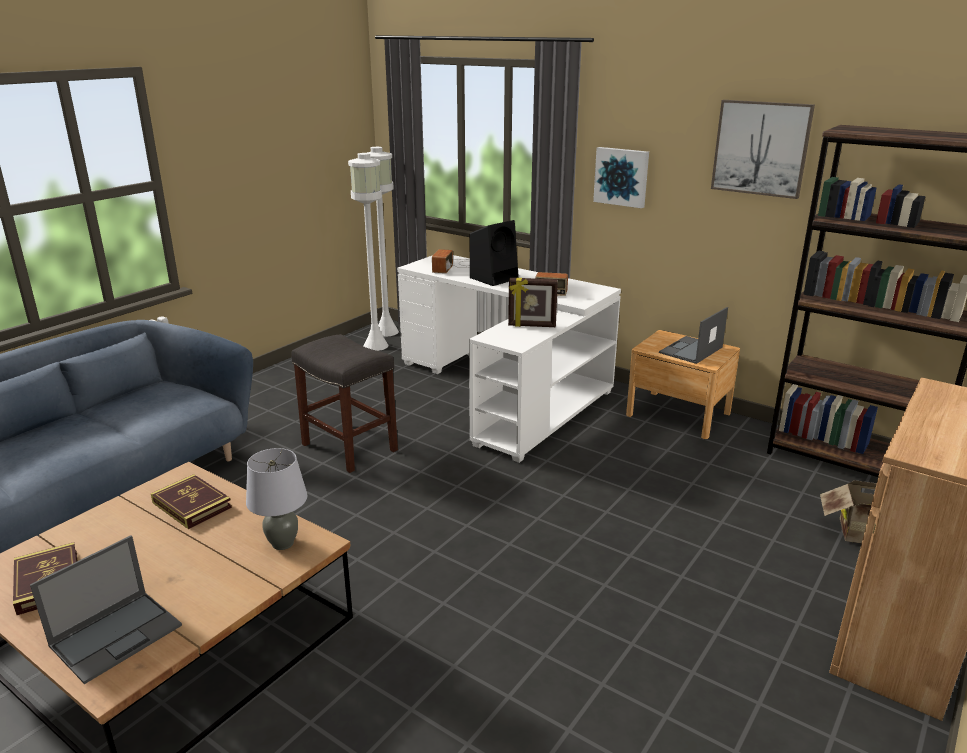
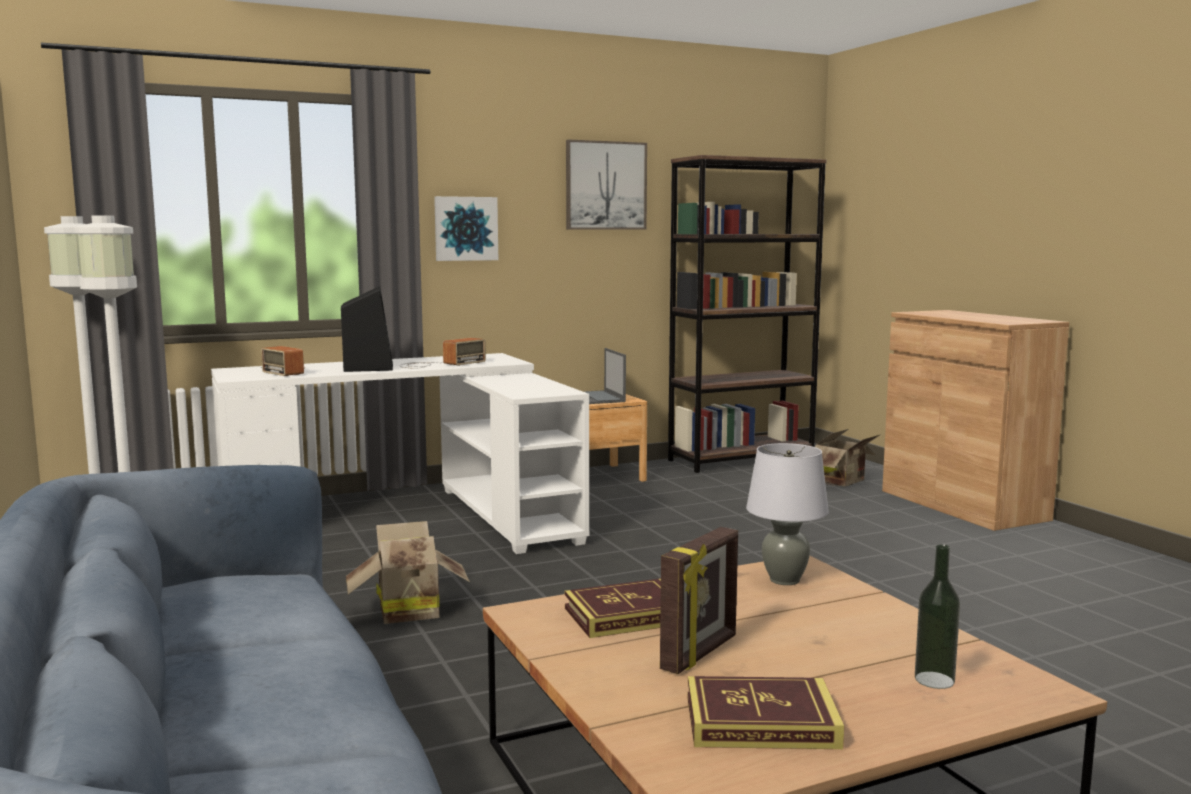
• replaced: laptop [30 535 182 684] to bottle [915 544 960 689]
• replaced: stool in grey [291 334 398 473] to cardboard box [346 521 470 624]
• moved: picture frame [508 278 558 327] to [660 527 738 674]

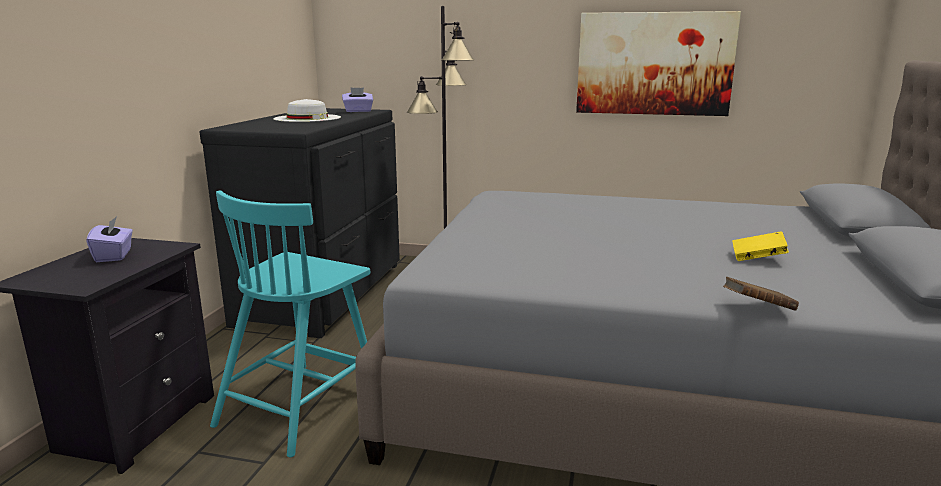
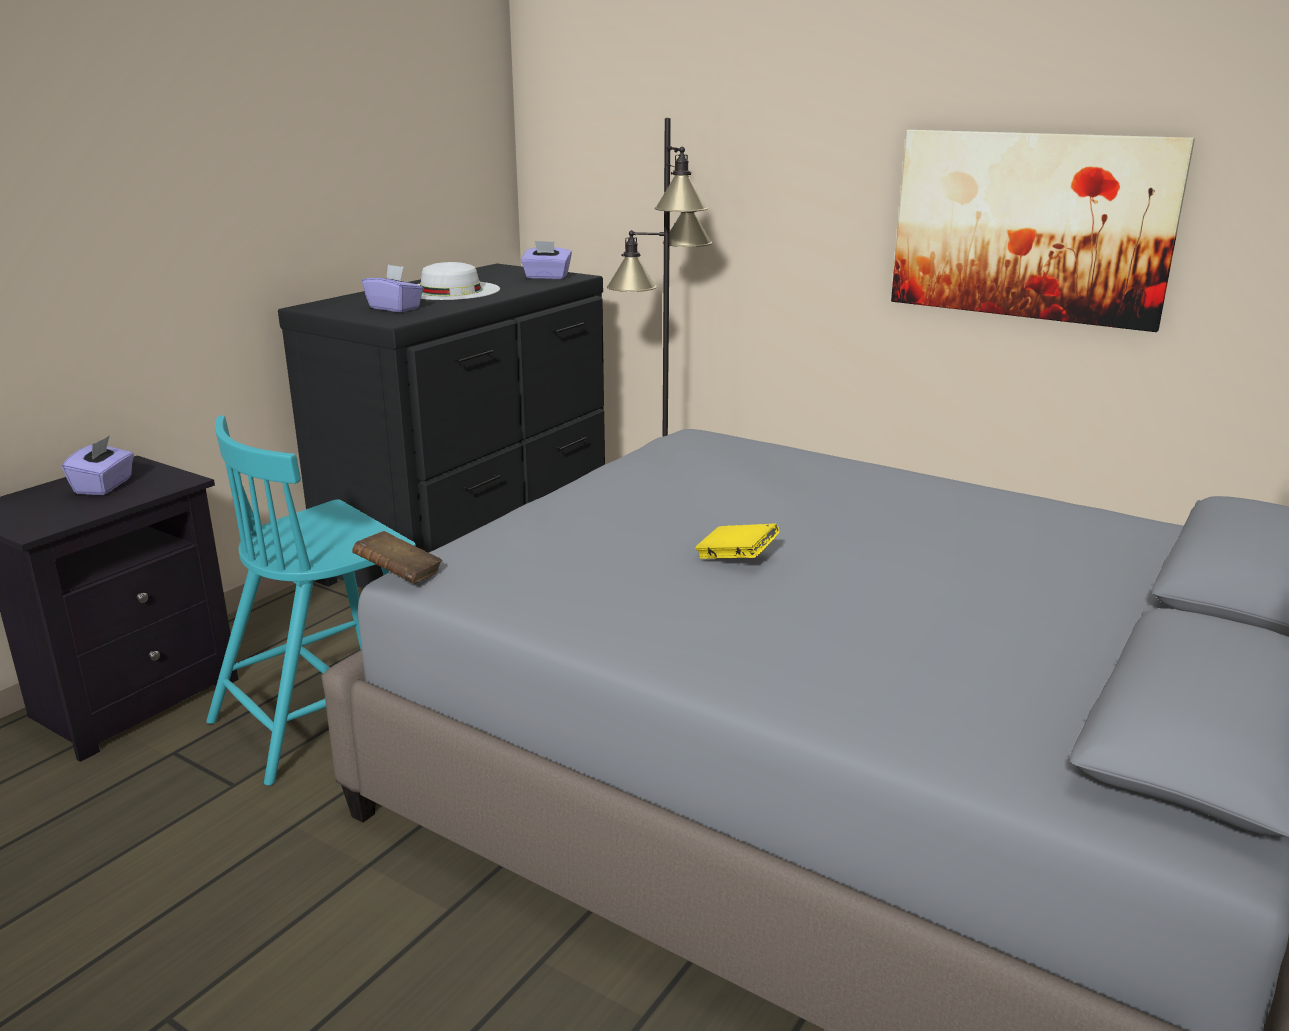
• moved: book in brown [723 277 799 311] to [352 531 442 583]
• moved: book in yellow [732 231 789 261] to [695 523 779 559]
• added: tissue box in purple [362 265 424 312]

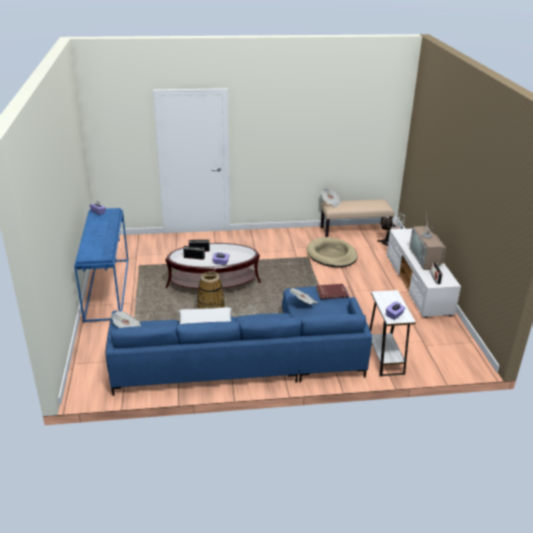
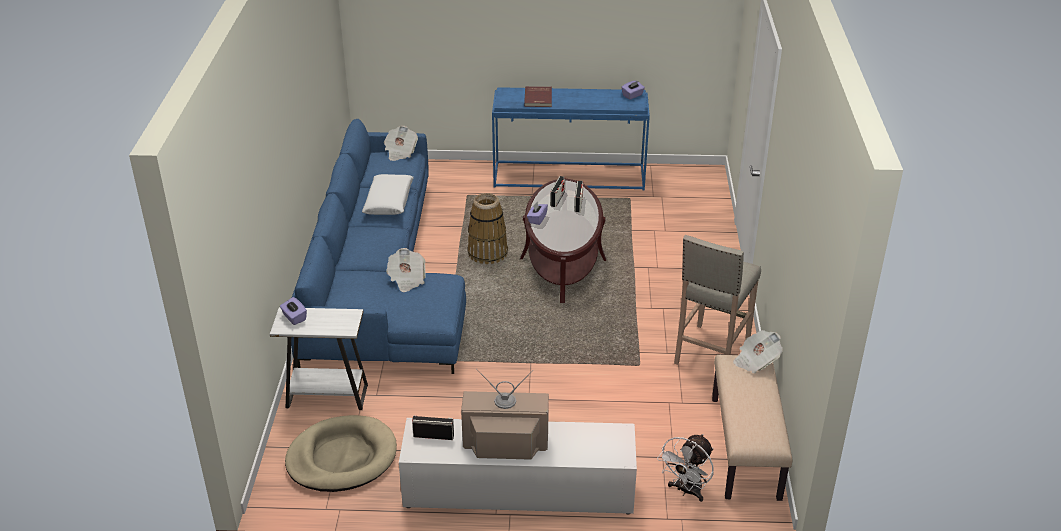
• moved: dog bed in beige [307 237 358 267] to [285 415 397 492]
• moved: book in red [316 284 348 299] to [524 86 552 107]
• added: stool in beige [674 235 761 365]

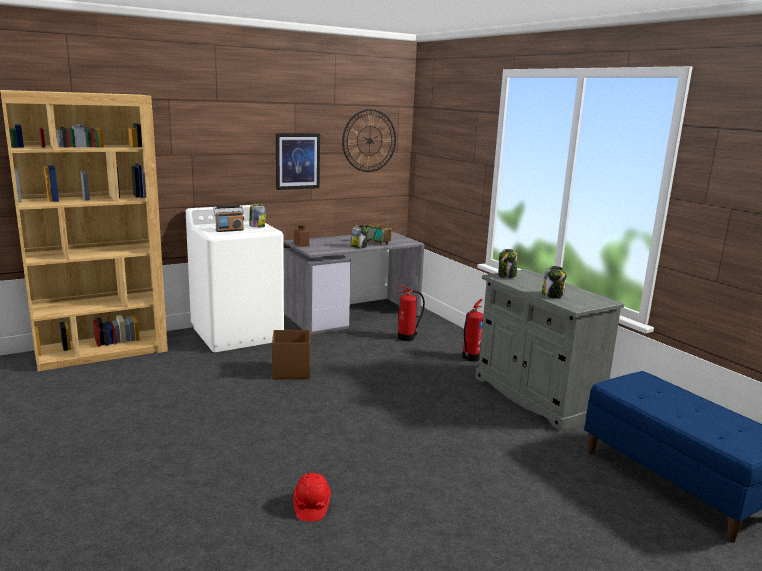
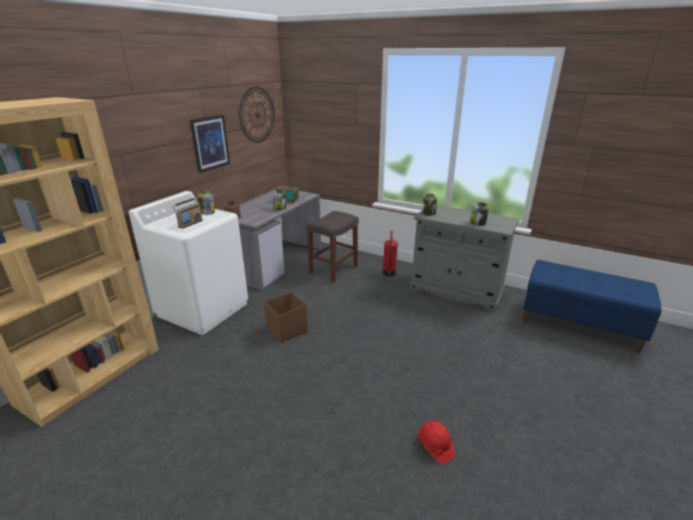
• replaced: fire extinguisher [398 286 425 341] to stool in grey [306 211 359 282]

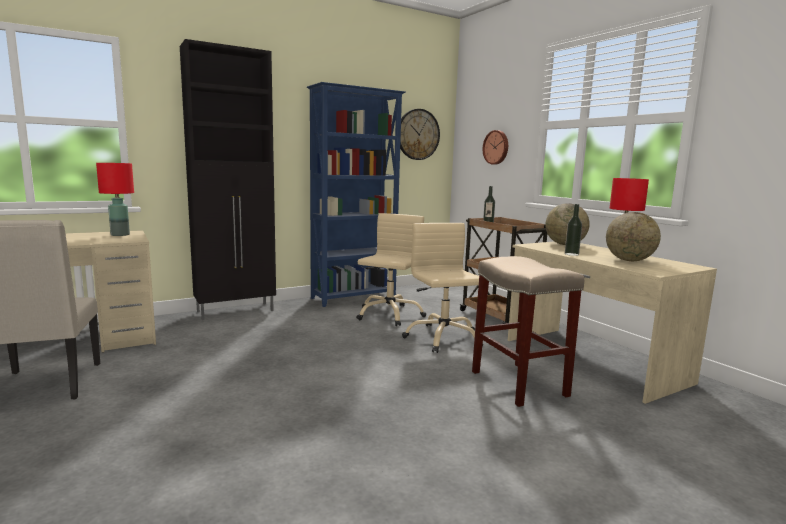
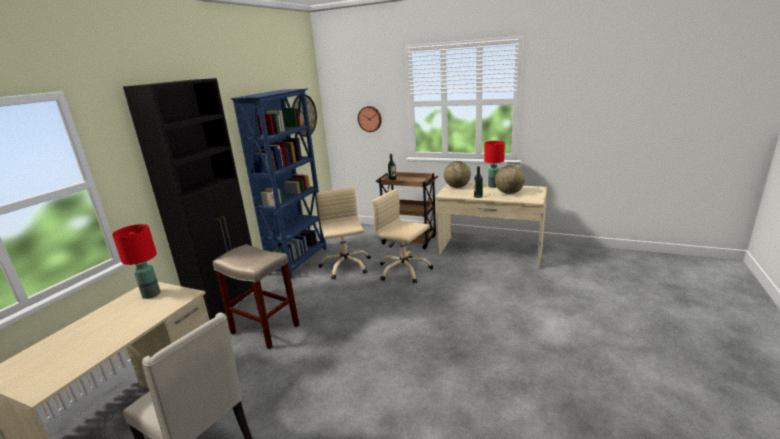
• moved: stool in beige [472 256 584 407] to [213 244 299 349]

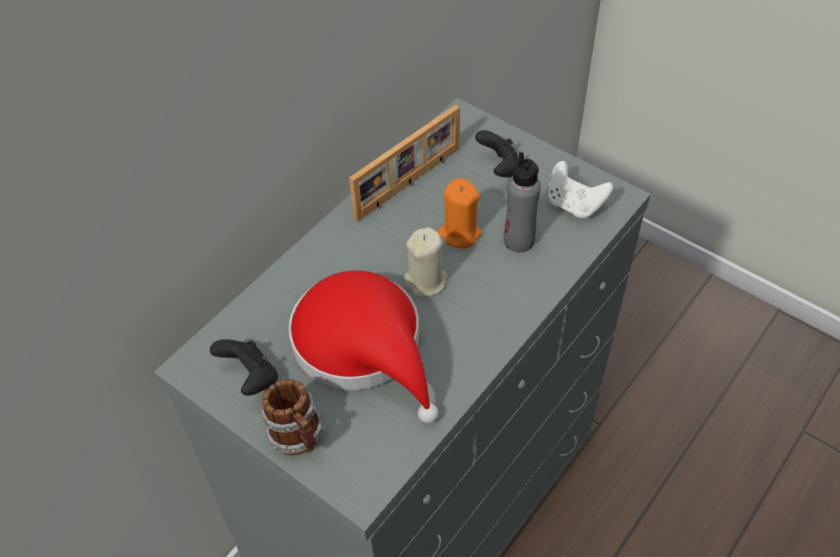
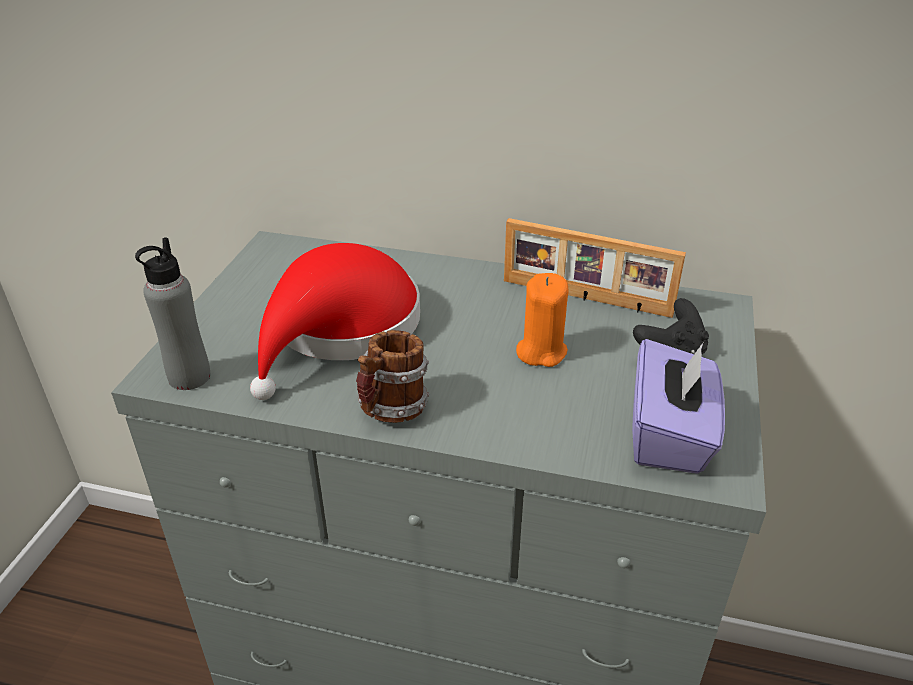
• removed: game controller in black [210 339 278 396]
• moved: mug [260 379 324 455] to [356 330 429 423]
• removed: candle in beige [403 227 447 297]
• moved: bottle in grey [504 152 541 253] to [135 237 211 390]
• replaced: game controller in white [548 161 613 218] to tissue box in purple [632 339 725 474]

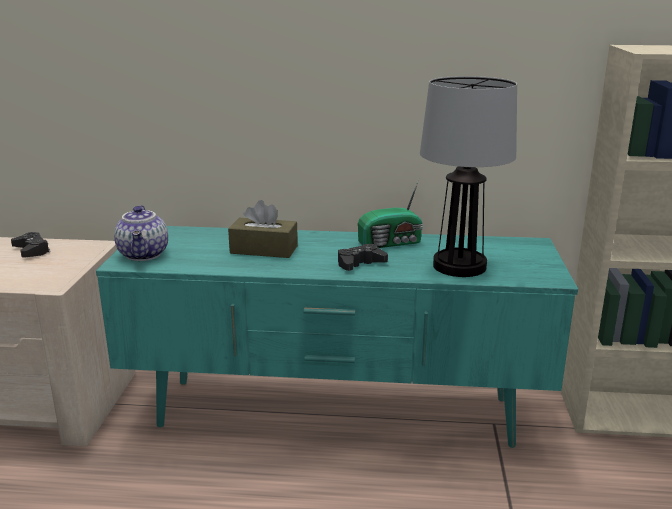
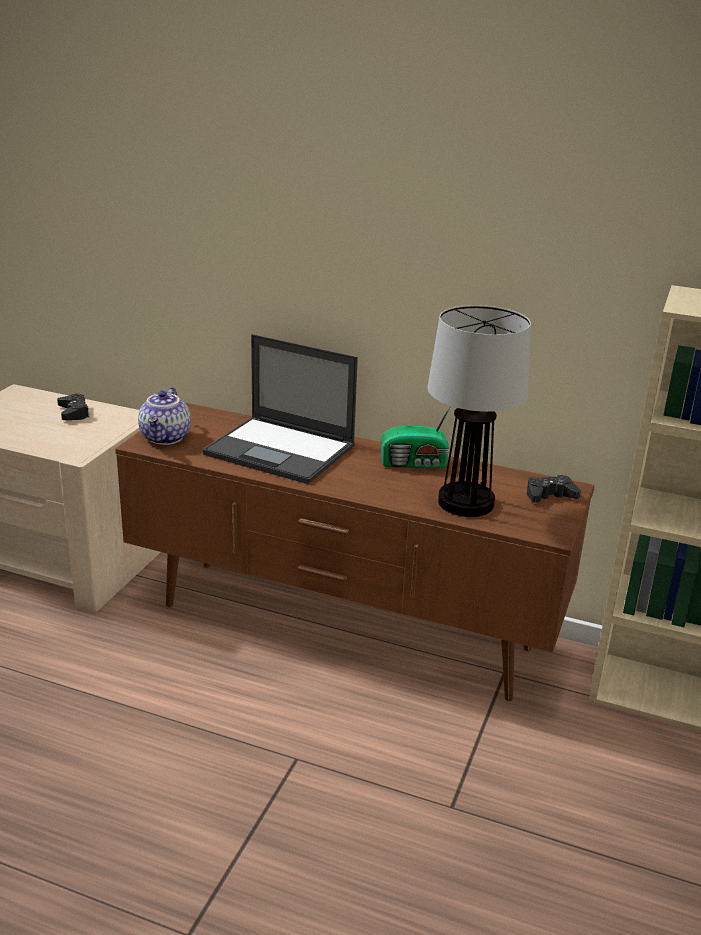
• recoloured: tv stand in turquoise [96 226 578 448] to tv stand in brown [115 402 594 701]
• replaced: tissue box in brown [228 200 298 258] to laptop [202 334 358 484]
• moved: game controller in black [338 244 388 271] to [527 475 581 503]

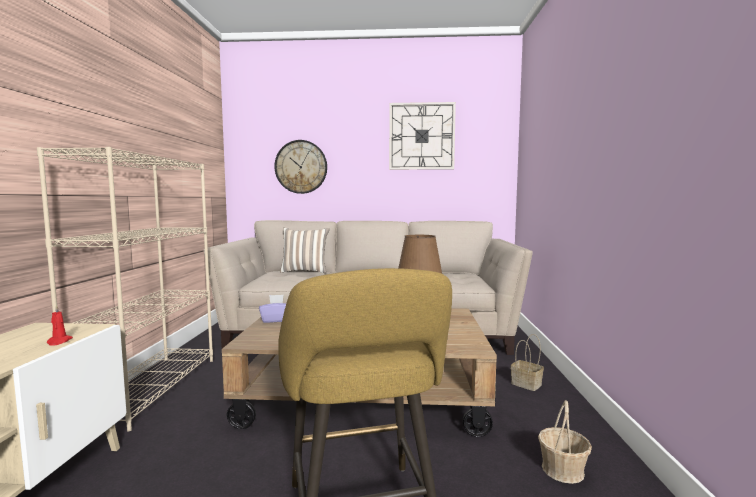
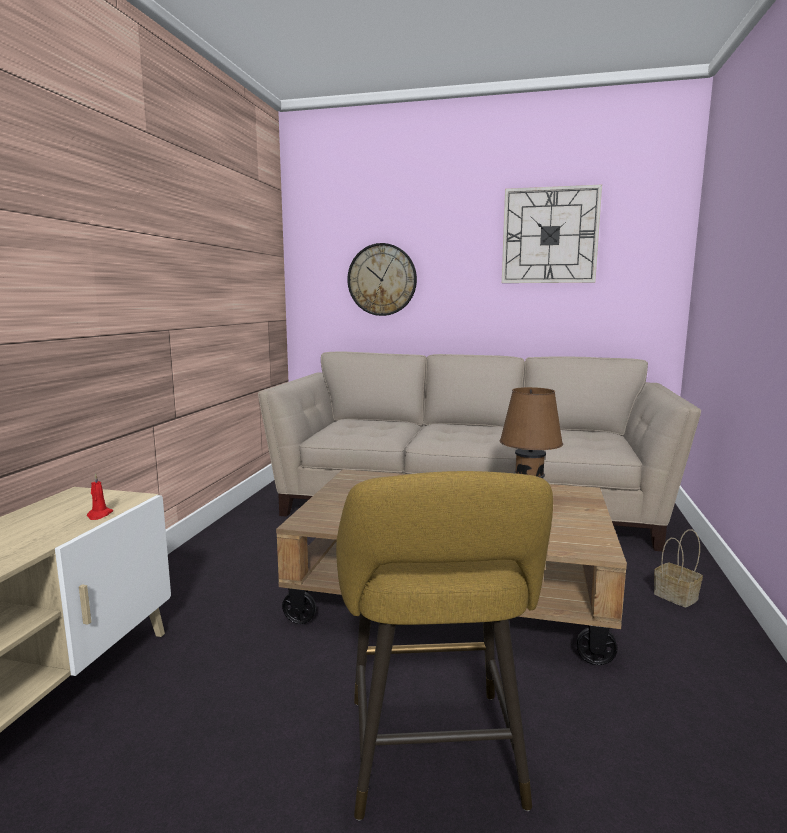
• removed: bookcase in beige [37 147 213 431]
• removed: tissue box in purple [259 294 286 323]
• removed: pillow [280 228 330 273]
• removed: basket [538 400 592 484]

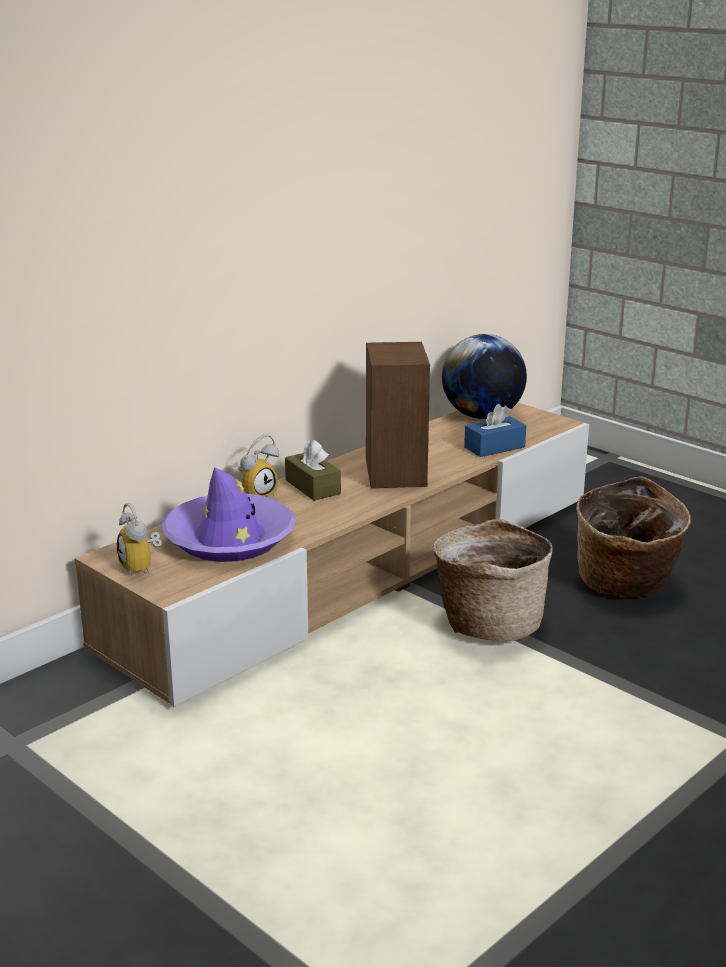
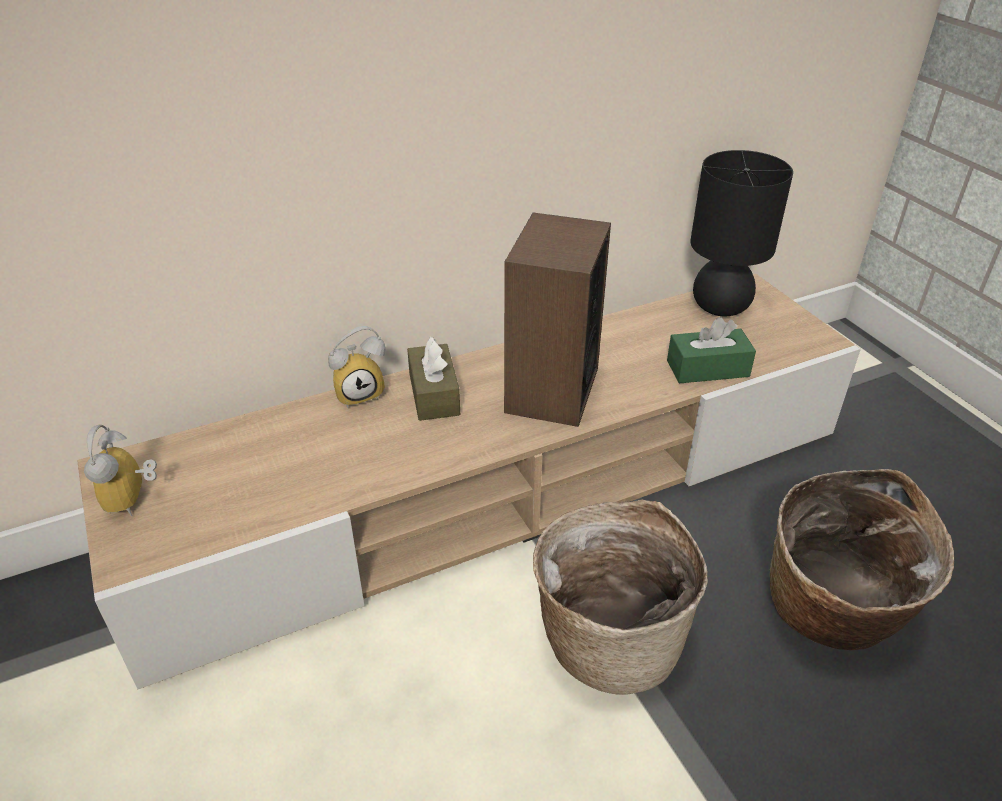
• removed: hat in purple [161 467 296 562]
• replaced: globe [442 334 527 419] to table lamp in black [691 150 793 316]
• recoloured: tissue box in blue [464 404 526 457] to tissue box in green [667 317 756 384]

